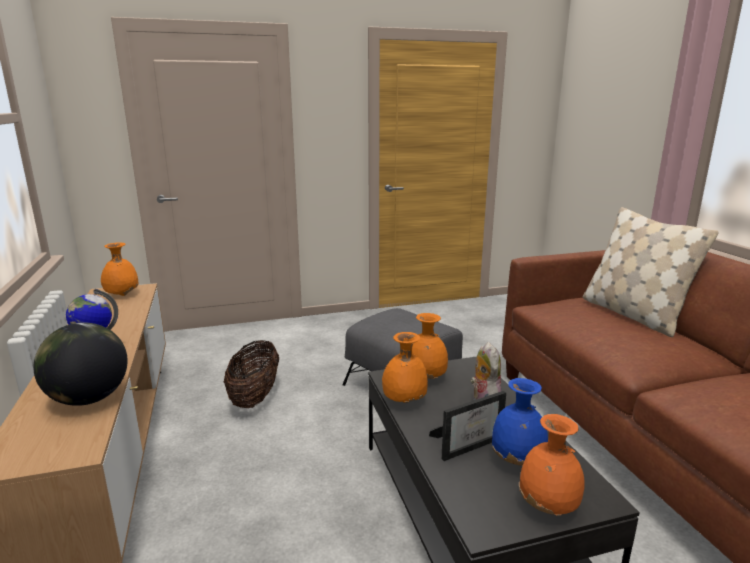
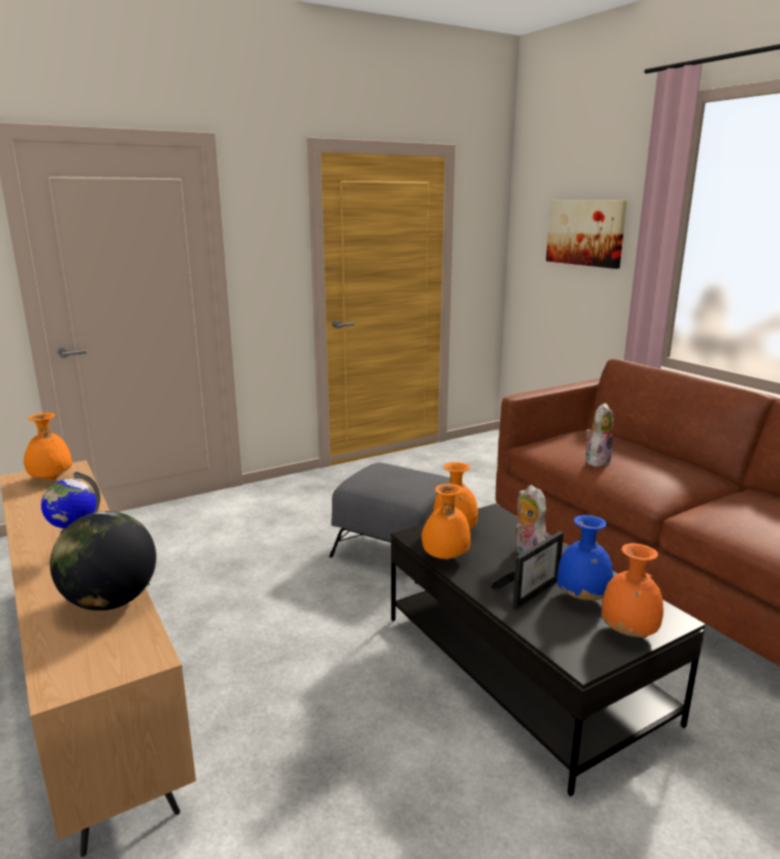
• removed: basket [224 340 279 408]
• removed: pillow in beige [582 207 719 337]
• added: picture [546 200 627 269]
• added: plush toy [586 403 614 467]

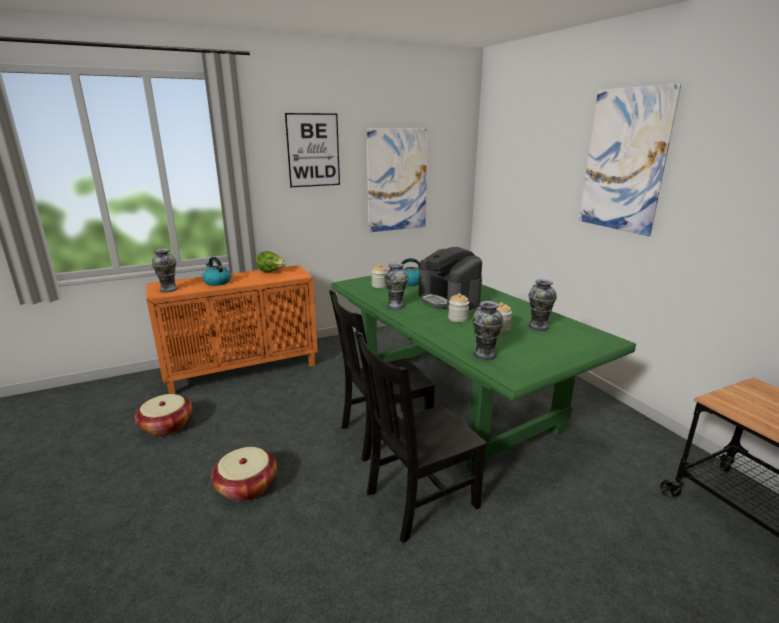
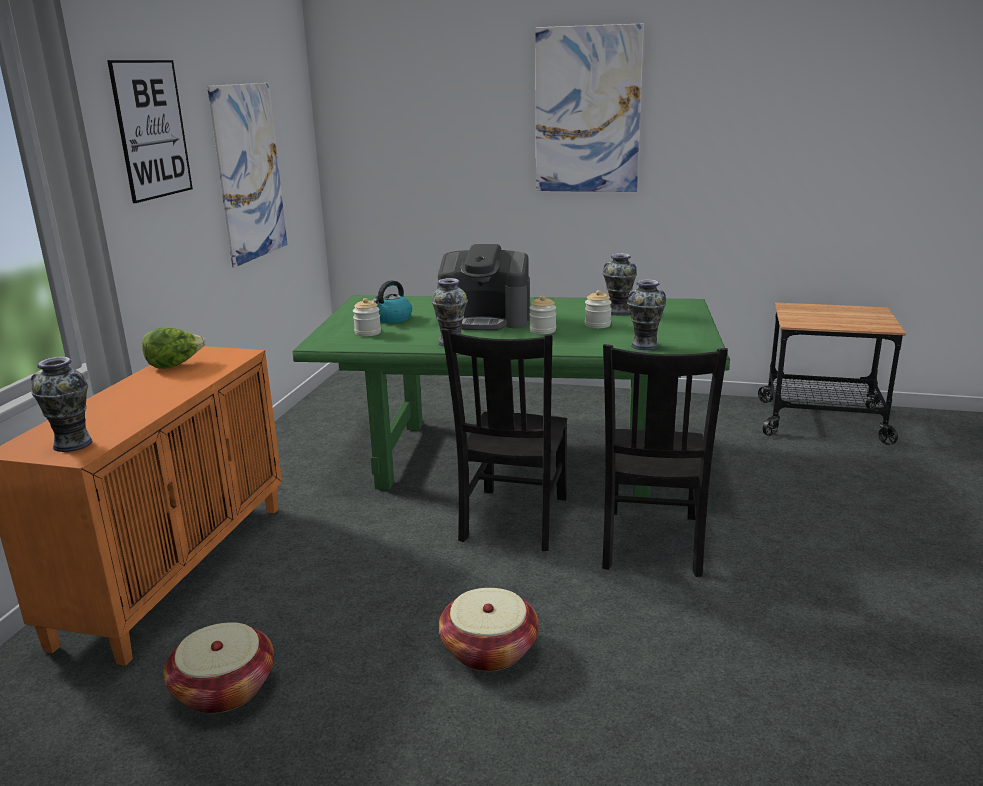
• removed: kettle [202 257 231 286]

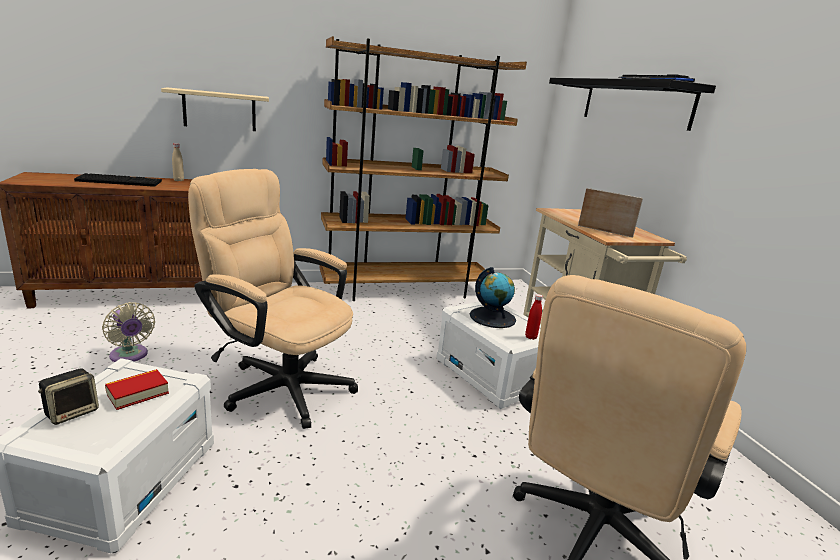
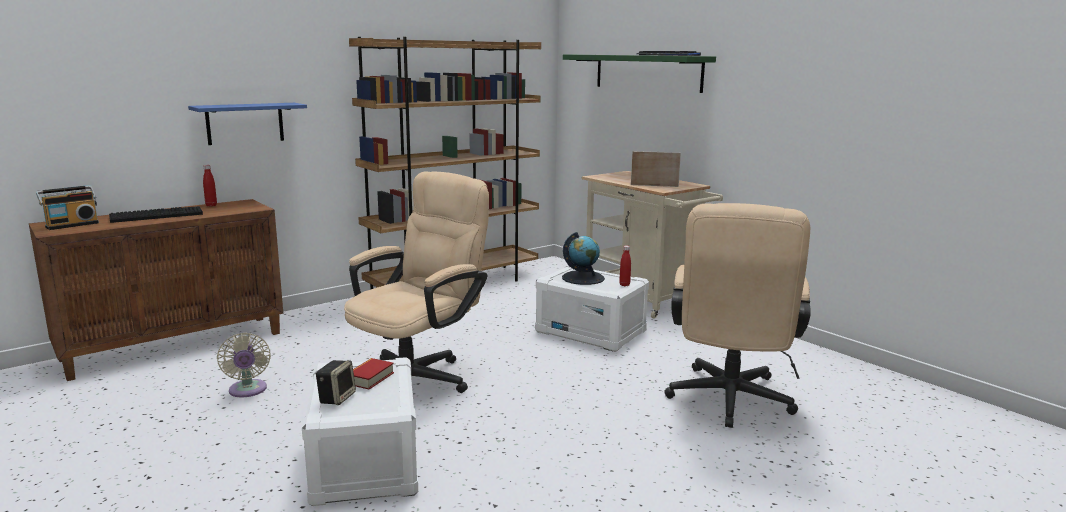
• turned: fan in beige [102 302 155 362] = [217 333 271 397] 45 degrees clockwise
• recoloured: shelf in beige [161 87 269 131] to shelf in blue [188 103 307 145]
• recoloured: bottle in beige [172 143 184 181] to bottle in red [203 165 217 206]
• turned: office chair in beige [188 169 358 429] = [344 171 489 393] 120 degrees clockwise
• recoloured: shelf in black [549 78 716 131] to shelf in green [563 54 716 93]
• added: radio [36 185 99 230]

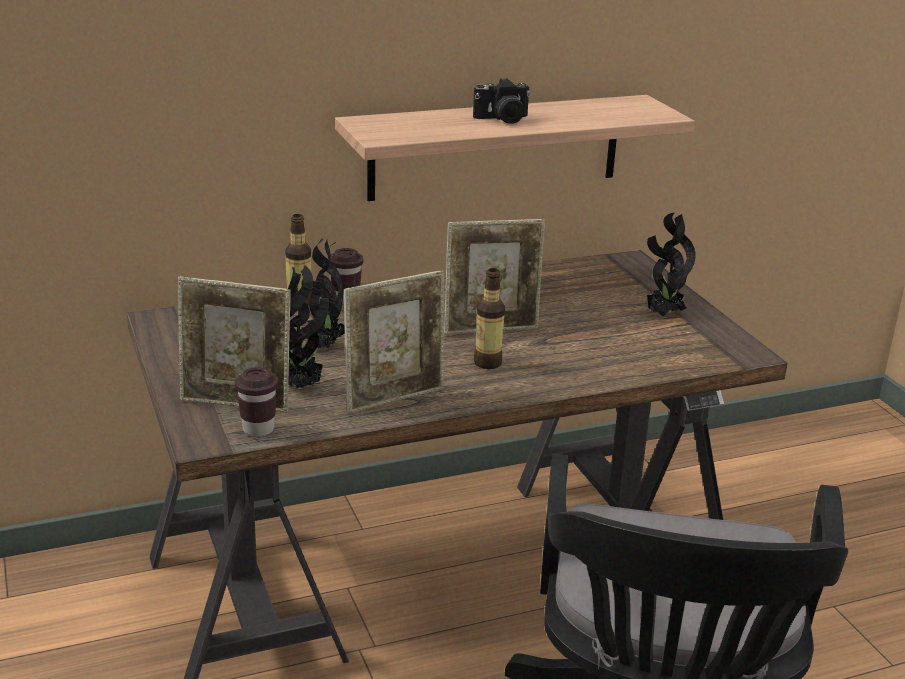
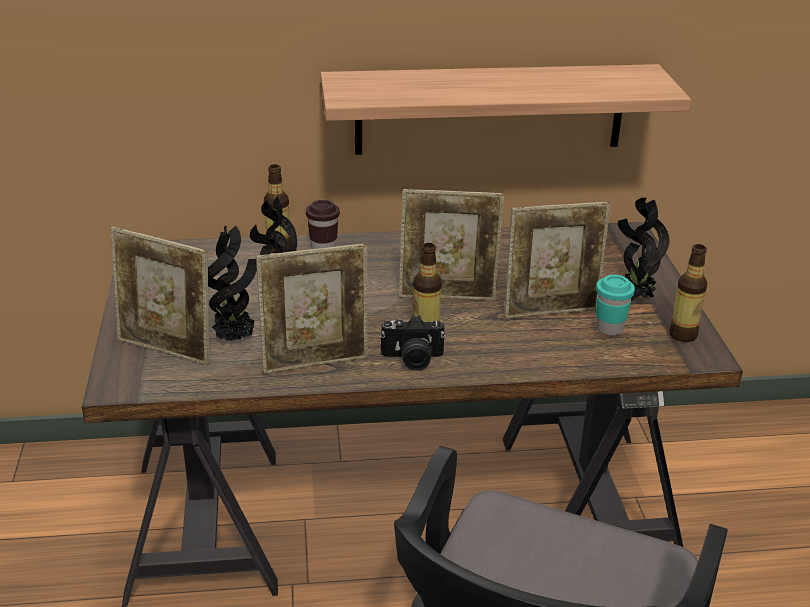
• removed: cup in brown [235 367 278 437]
• moved: photo camera [473 78 530 124] to [380 315 445 371]
• added: picture frame [504 202 611 319]
• added: cup in turquoise [596 275 635 336]
• added: bottle [669 244 708 342]

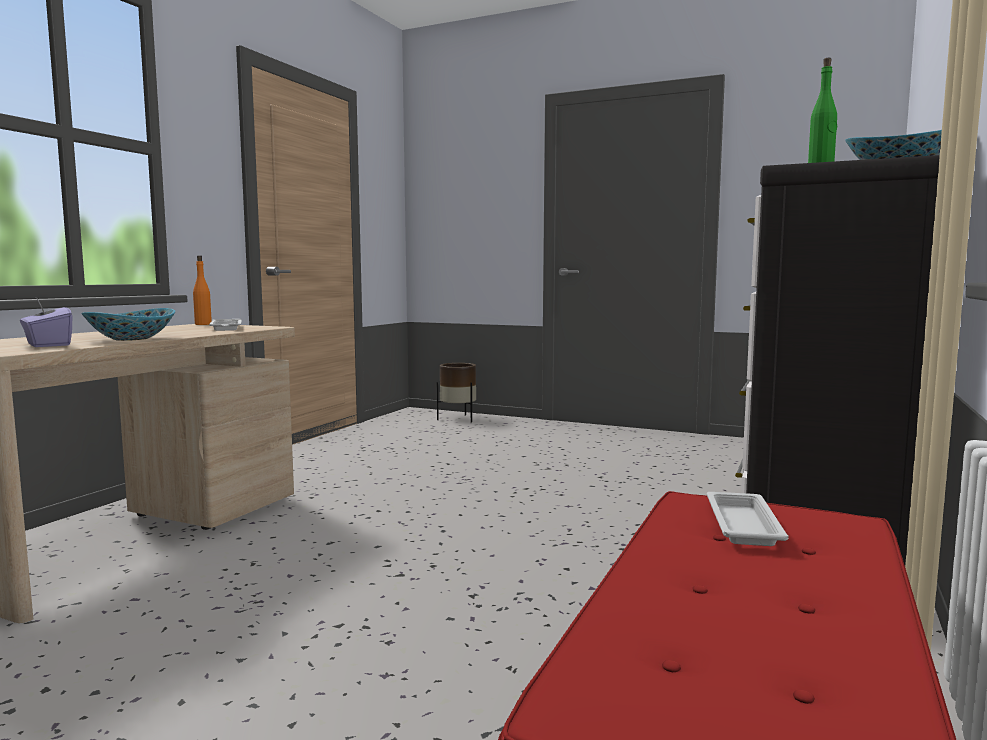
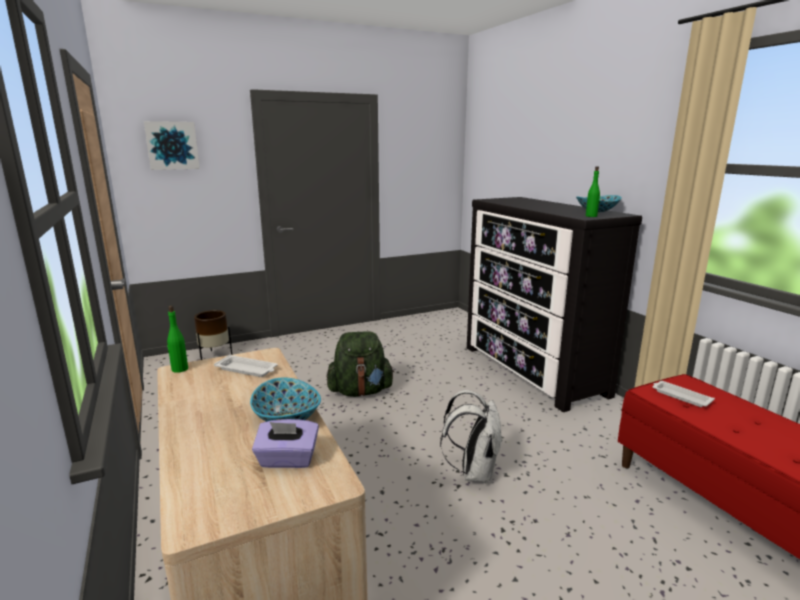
• recoloured: bottle in orange [193 255 212 325] to bottle in green [167 306 188 373]
• added: picture [144 121 200 170]
• added: backpack in green [326 331 394 397]
• added: backpack in white [440 390 503 484]

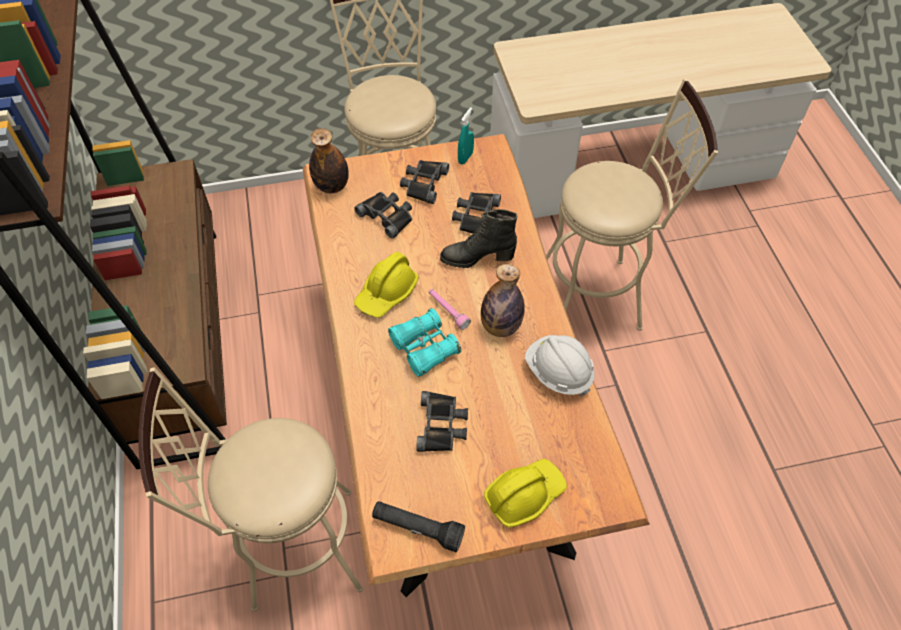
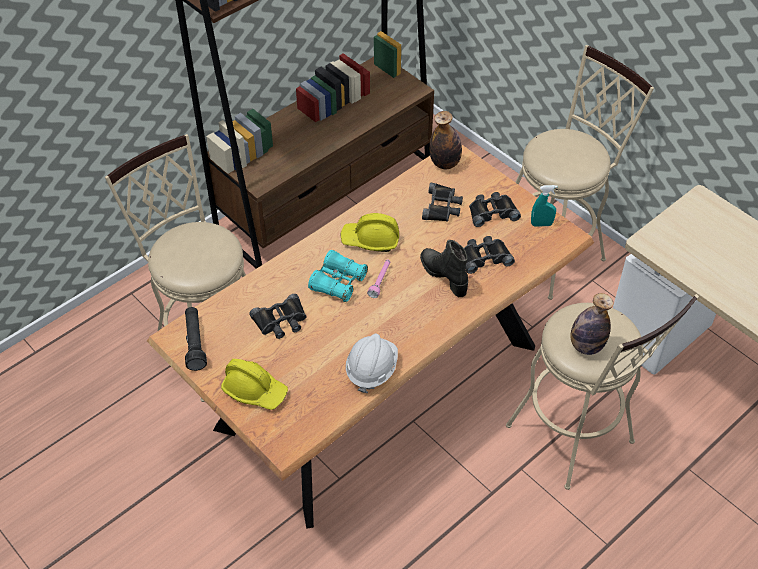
• moved: bottle [481 264 525 337] to [570 293 614 355]

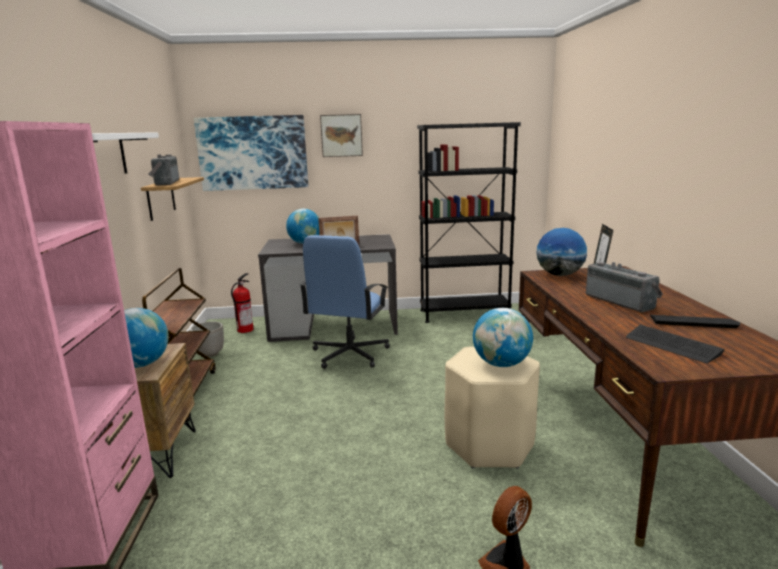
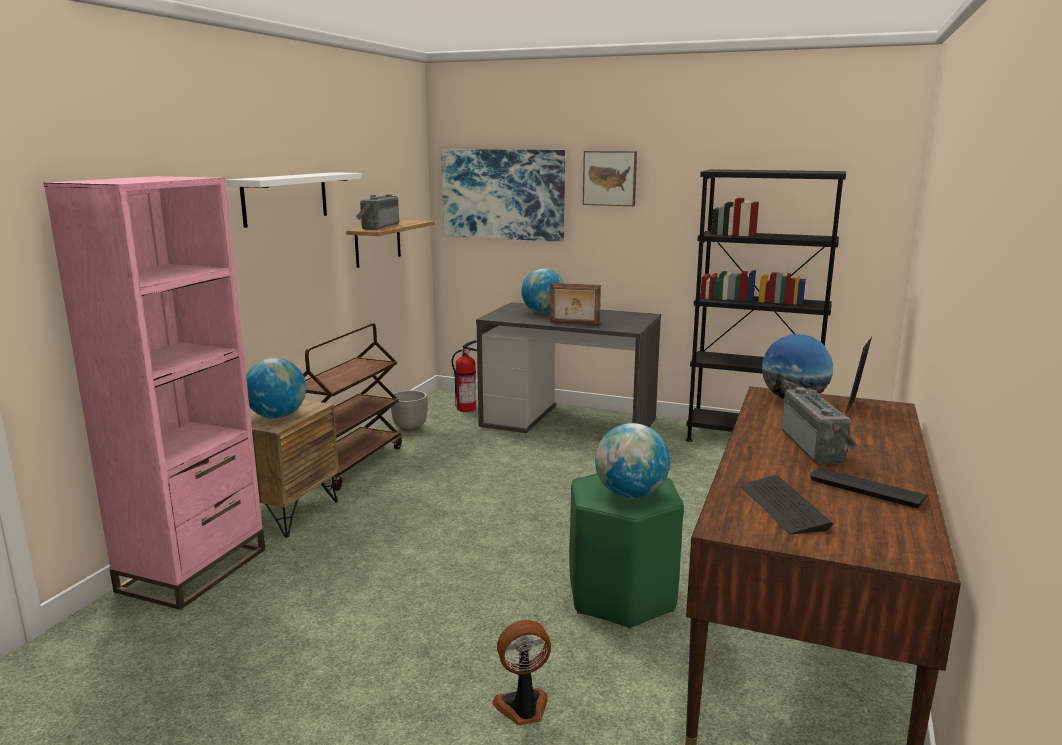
• removed: office chair in blue [299 235 390 369]
• recoloured: stool in beige [444 347 540 469] to stool in green [569 473 684 629]

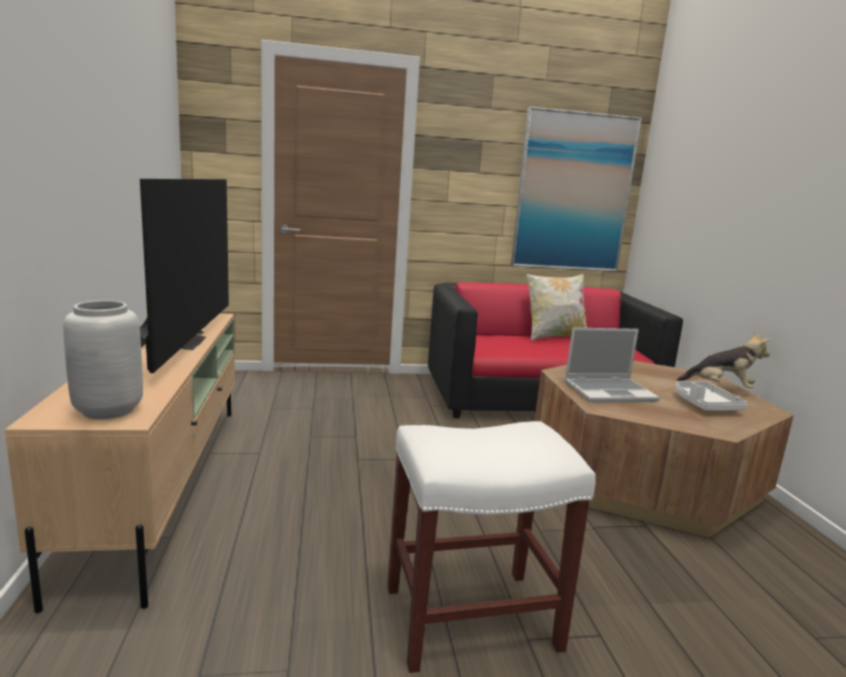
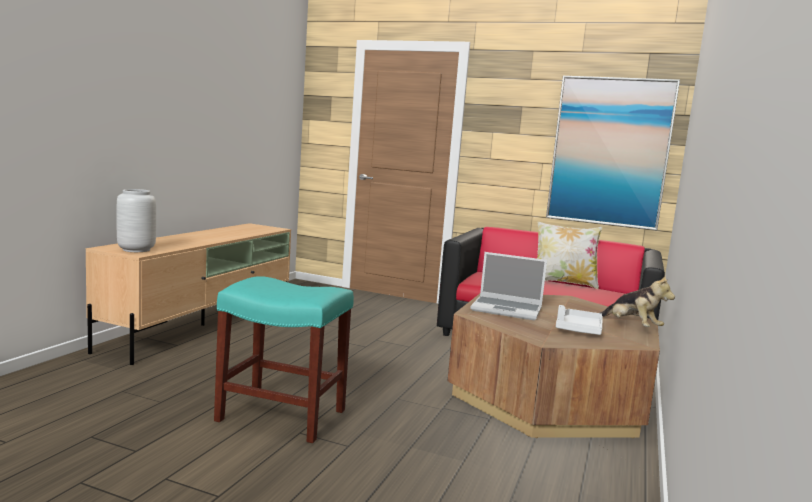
• removed: television [140 179 229 373]
• recoloured: stool in white [387 421 596 673] to stool in turquoise [214 276 354 443]

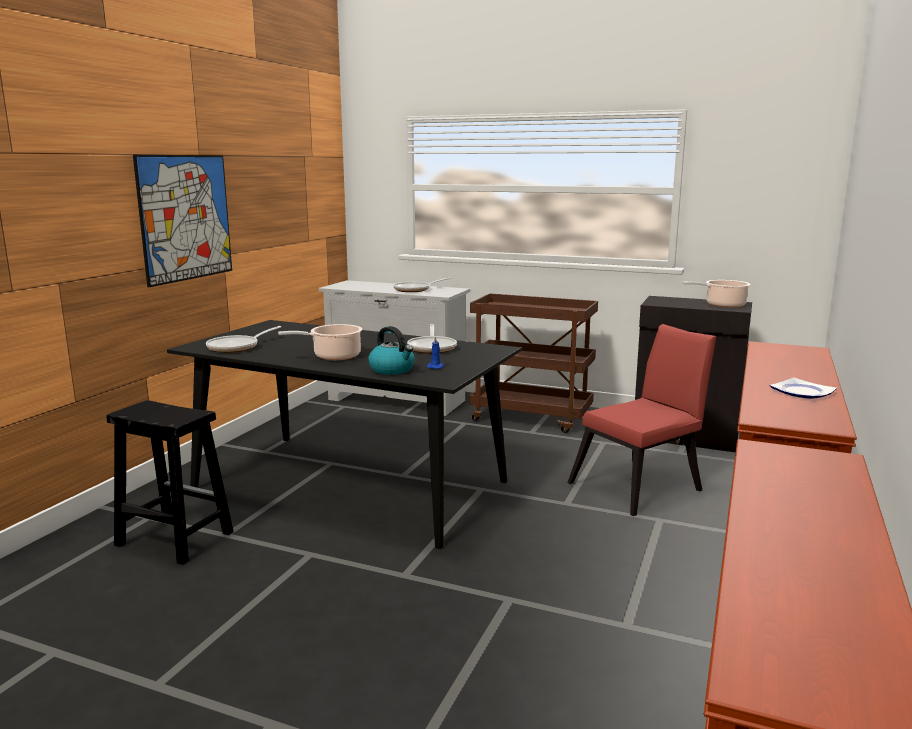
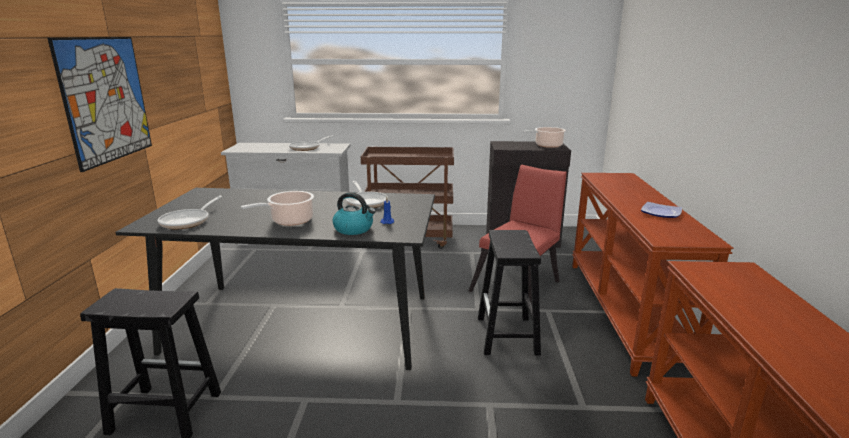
• added: stool in black [478 230 541 355]

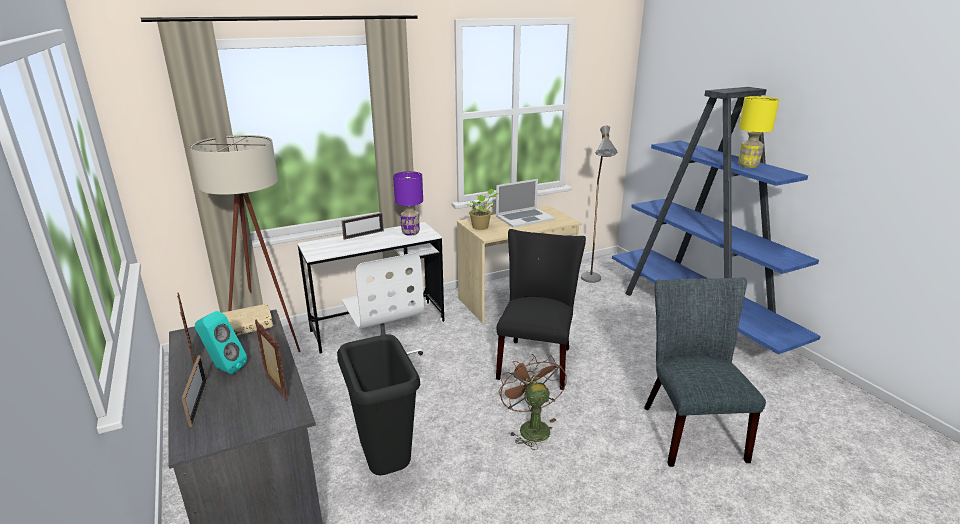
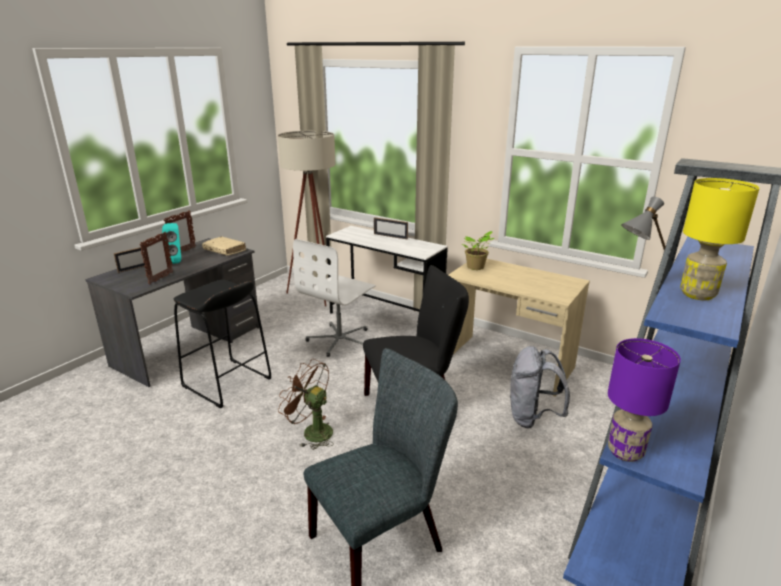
• replaced: trash can in black [337 334 420 475] to stool in black [174 279 272 408]
• moved: table lamp in purple [393 171 423 236] to [608 338 681 462]
• removed: laptop [496 179 555 228]
• turned: fan in brown [499 354 567 450] = [278 359 334 450] 105 degrees counterclockwise
• added: backpack in grey [510 346 570 429]

